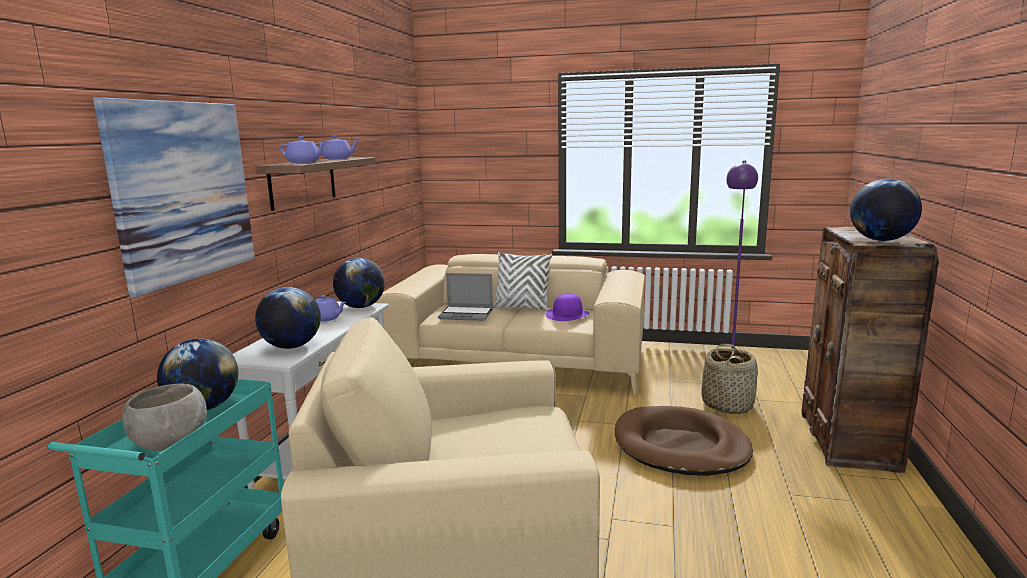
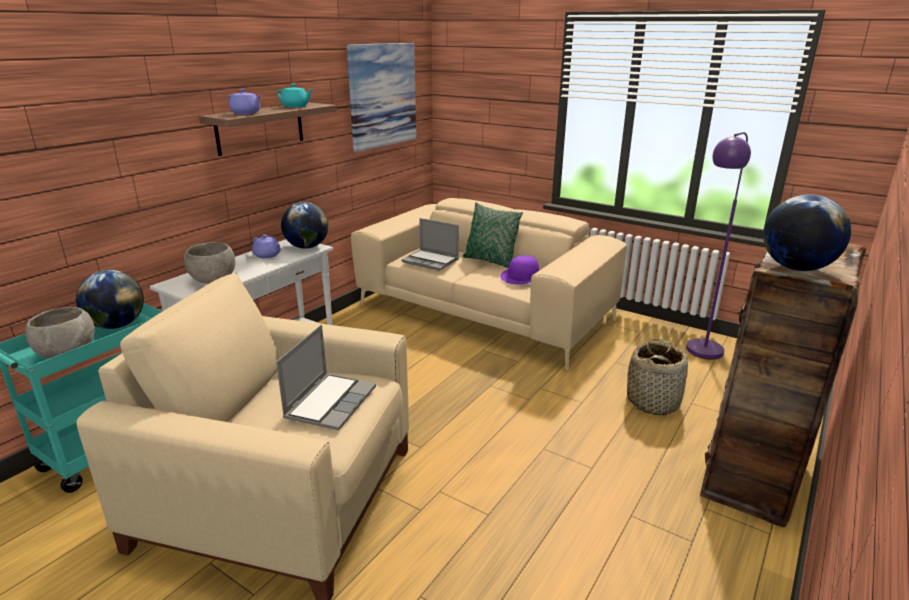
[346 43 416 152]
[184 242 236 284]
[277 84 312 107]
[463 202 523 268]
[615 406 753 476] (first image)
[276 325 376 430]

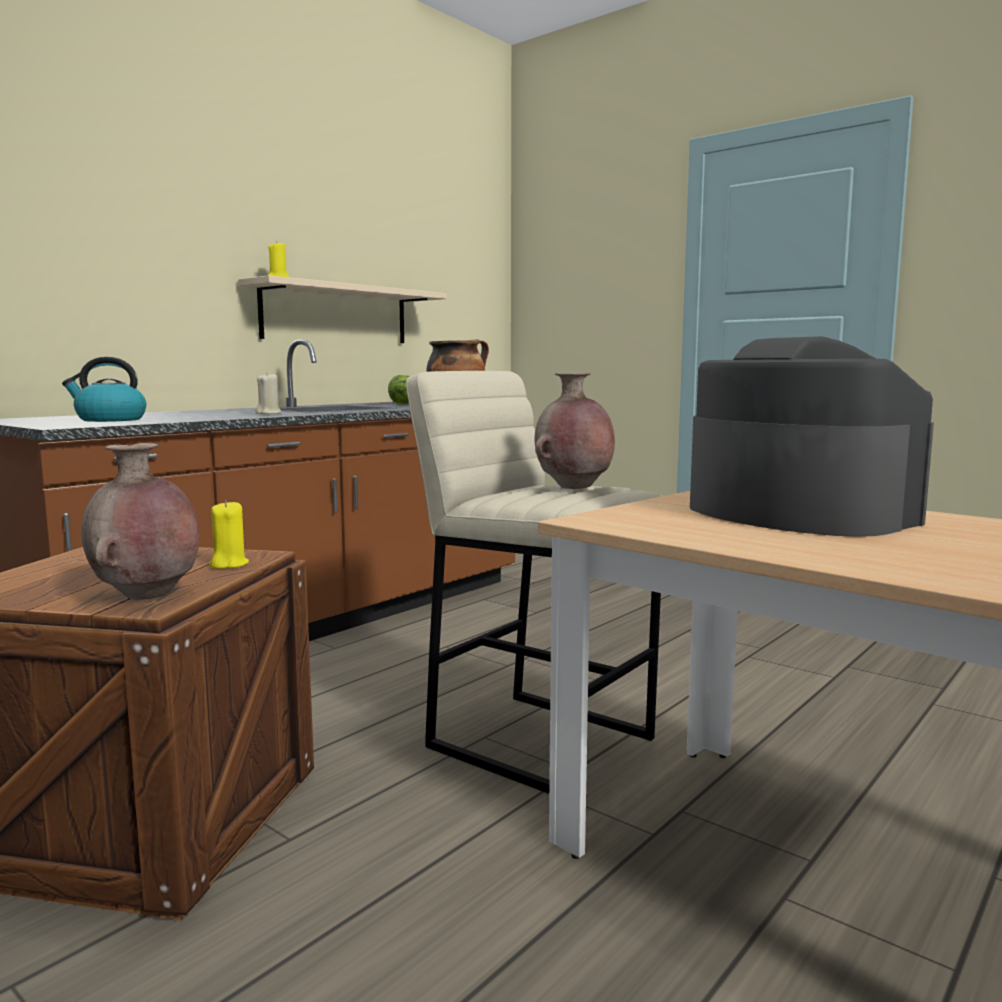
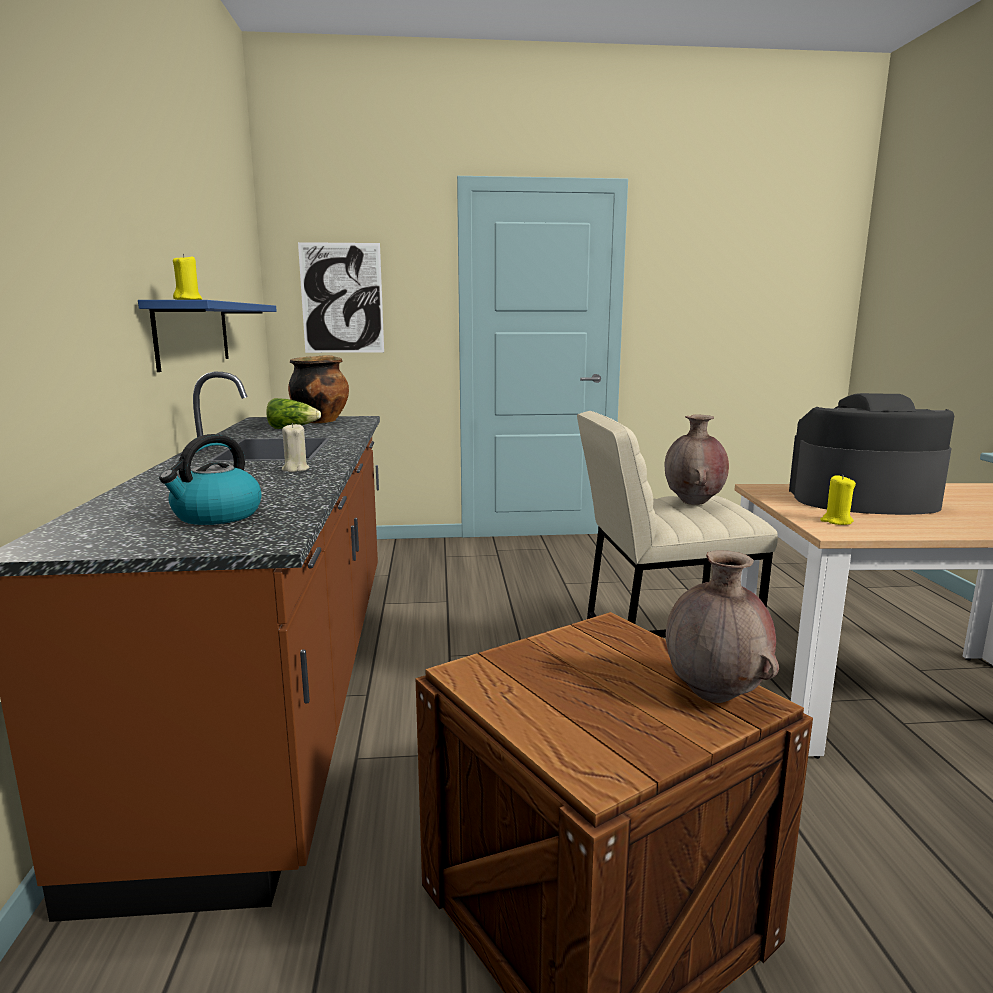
[820 475 856 525]
[138 300 277 372]
[298 242 384 353]

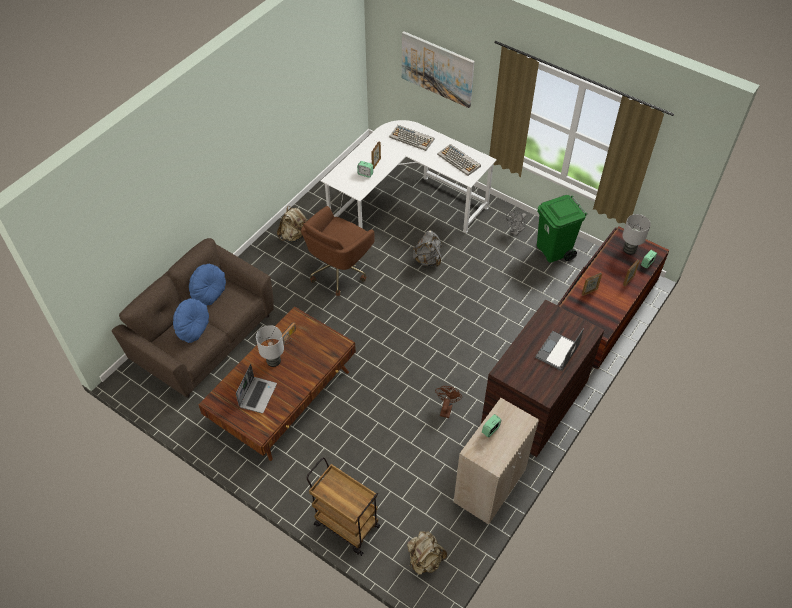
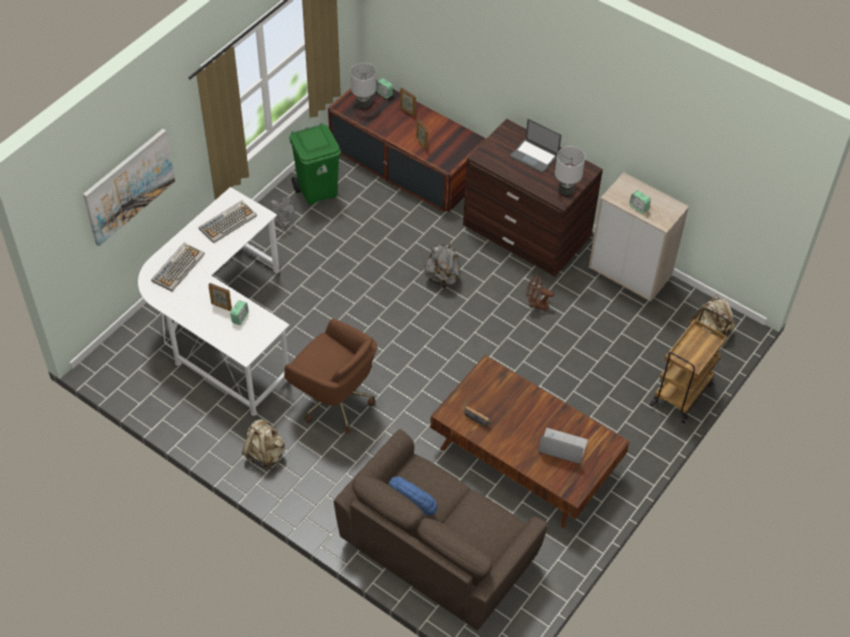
[173 298 209 343] (first image)
[555 146 585 196]
[425 242 461 288]

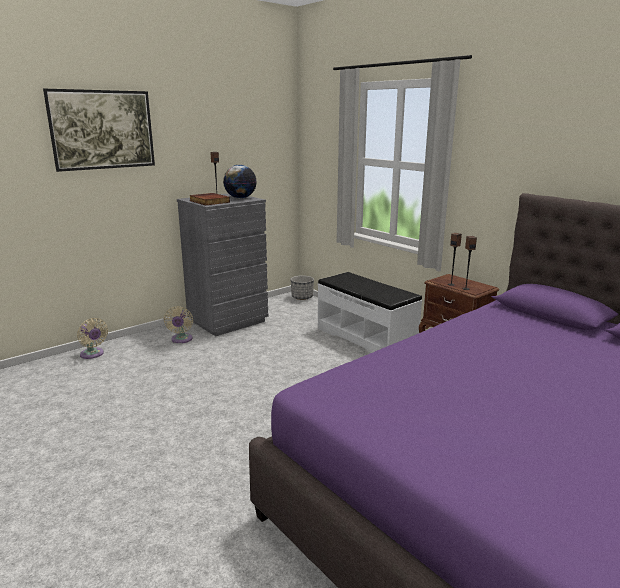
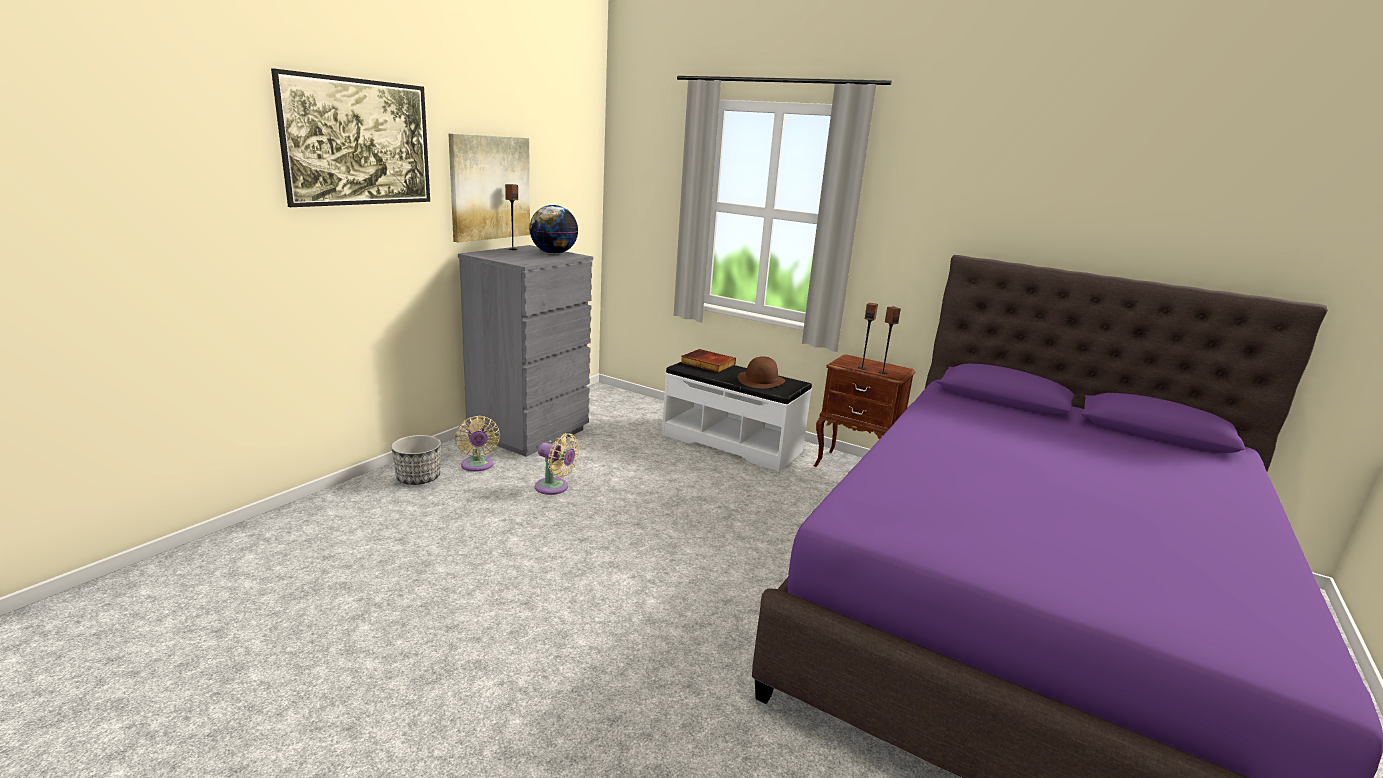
[535 433 580 495]
[681 349 736 373]
[391 435 441 485]
[449 134 530 242]
[738 356 785 388]

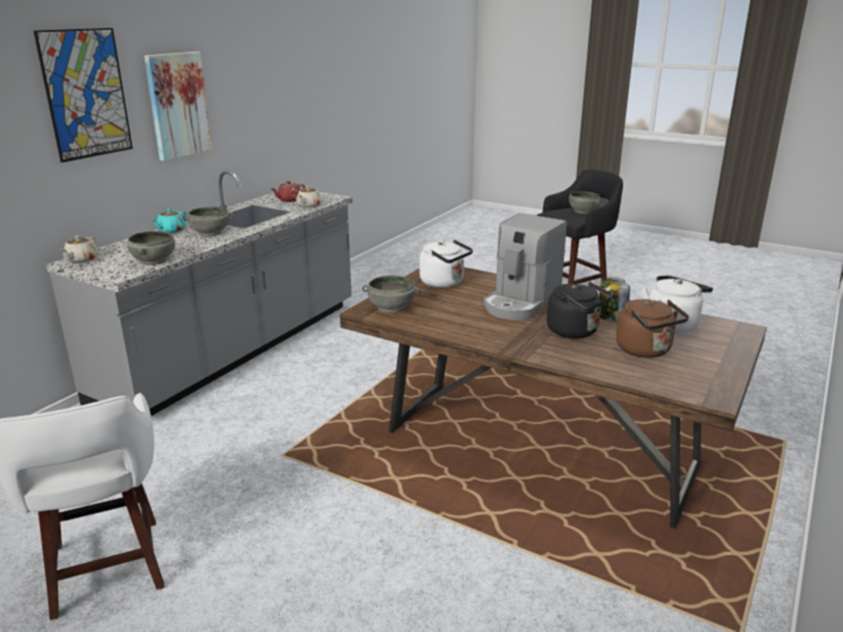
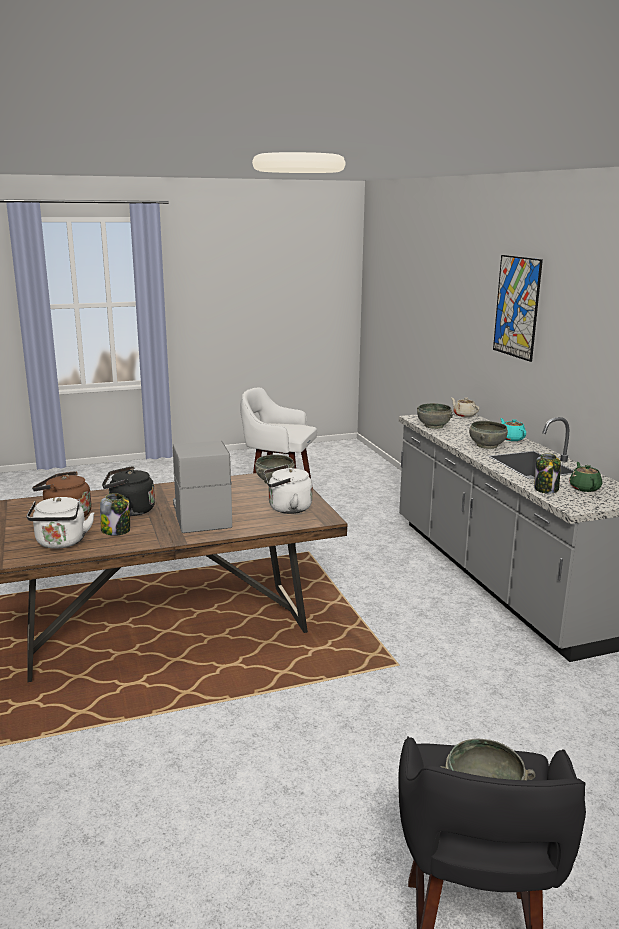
[144 52 212 161] (first image)
[569 462 602 492]
[534 453 561 494]

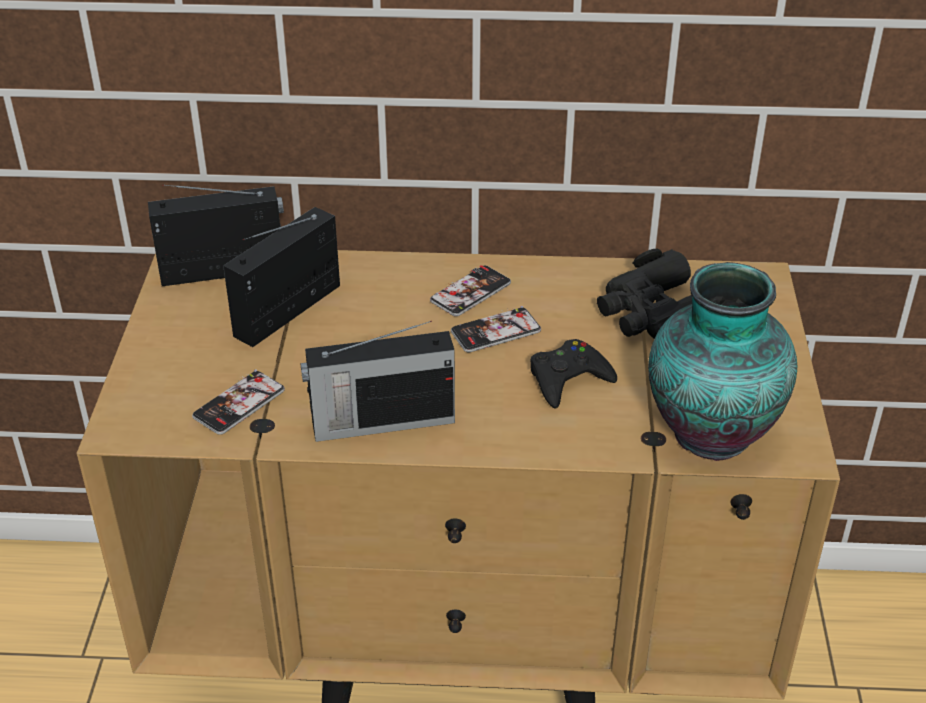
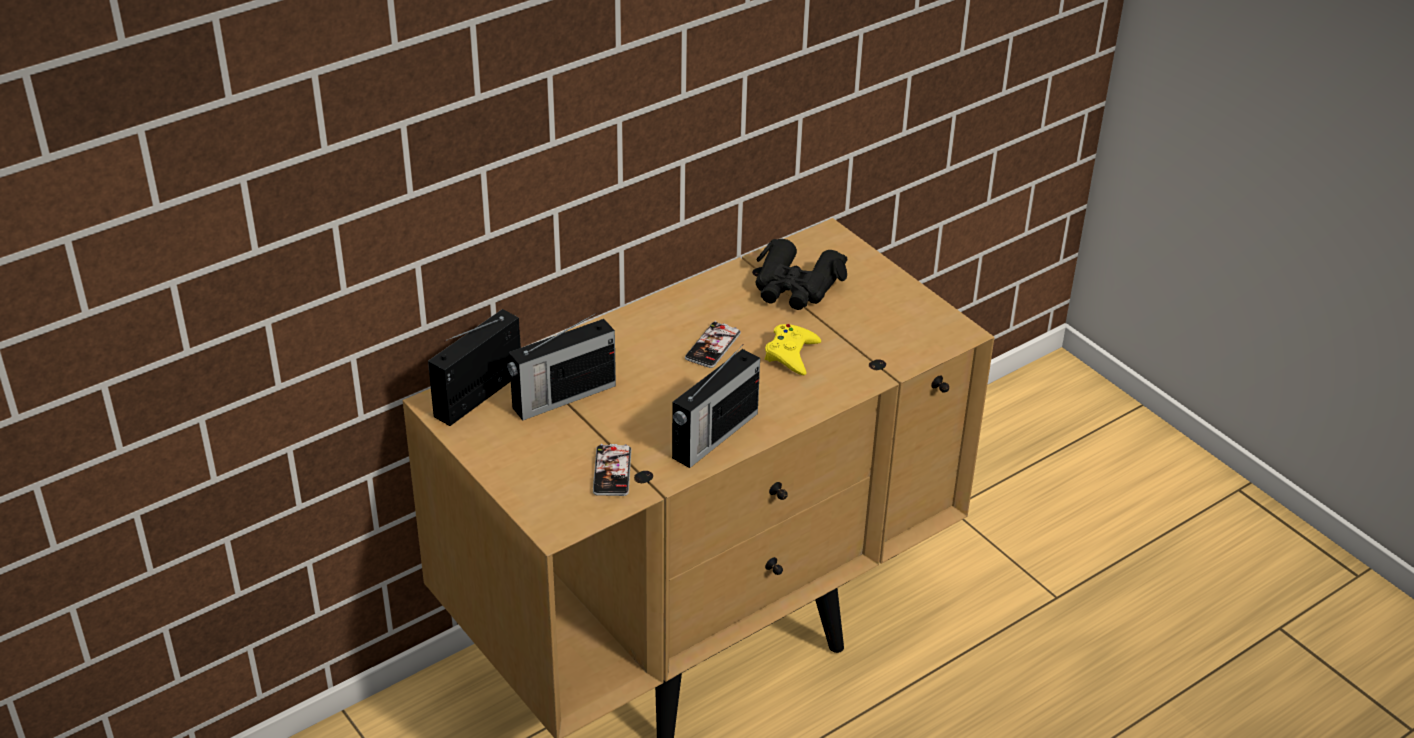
[507 313 616 421]
[430 265 511 316] (first image)
[765 324 821 375]
[648 262 797 461] (first image)

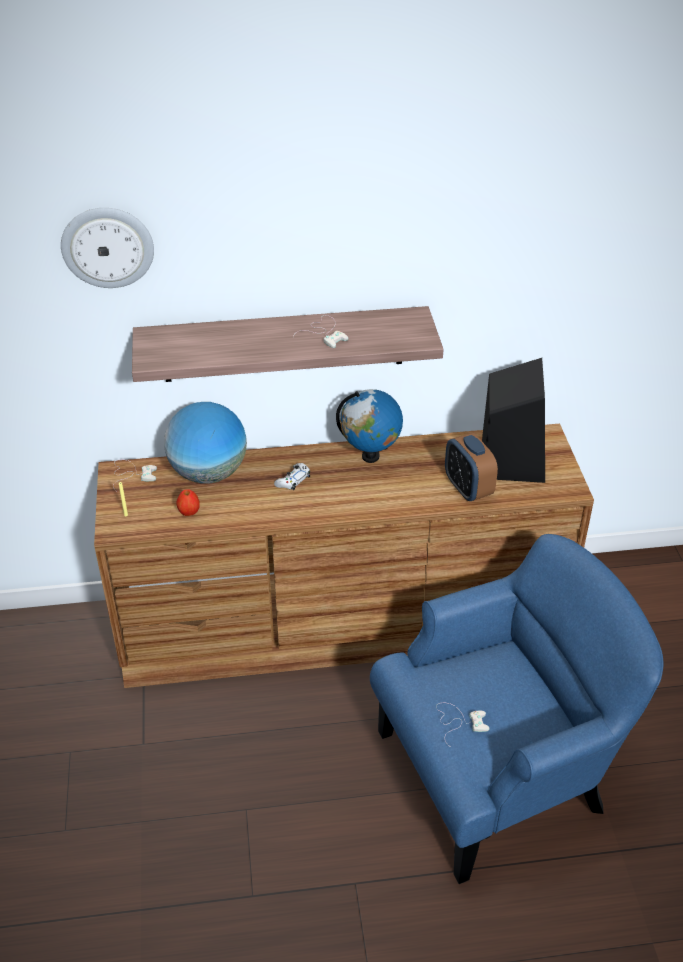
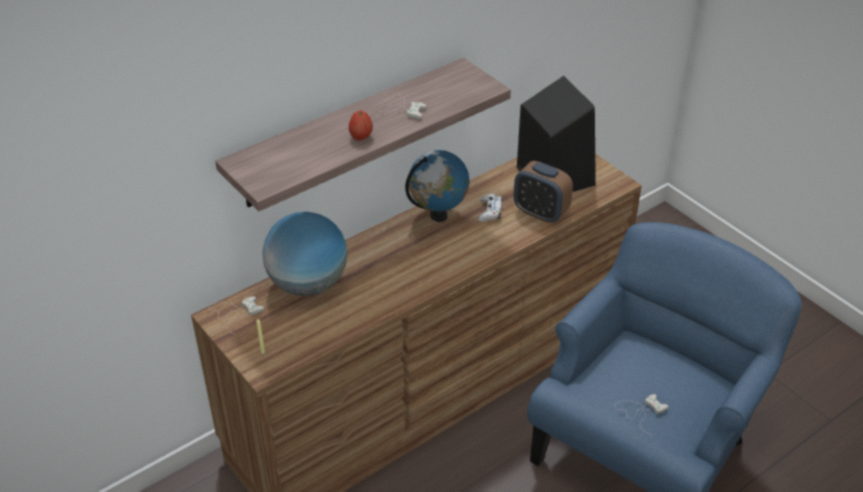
[61 208 154 288] (first image)
[349 110 373 141]
[478 194 502 222]

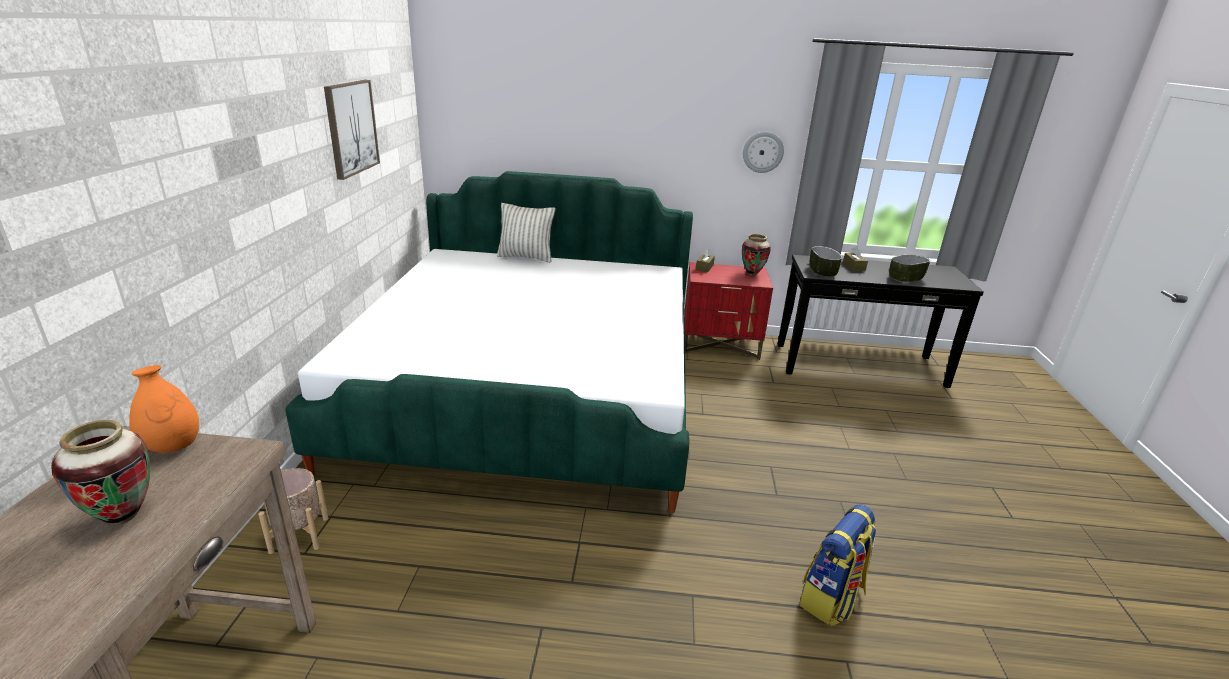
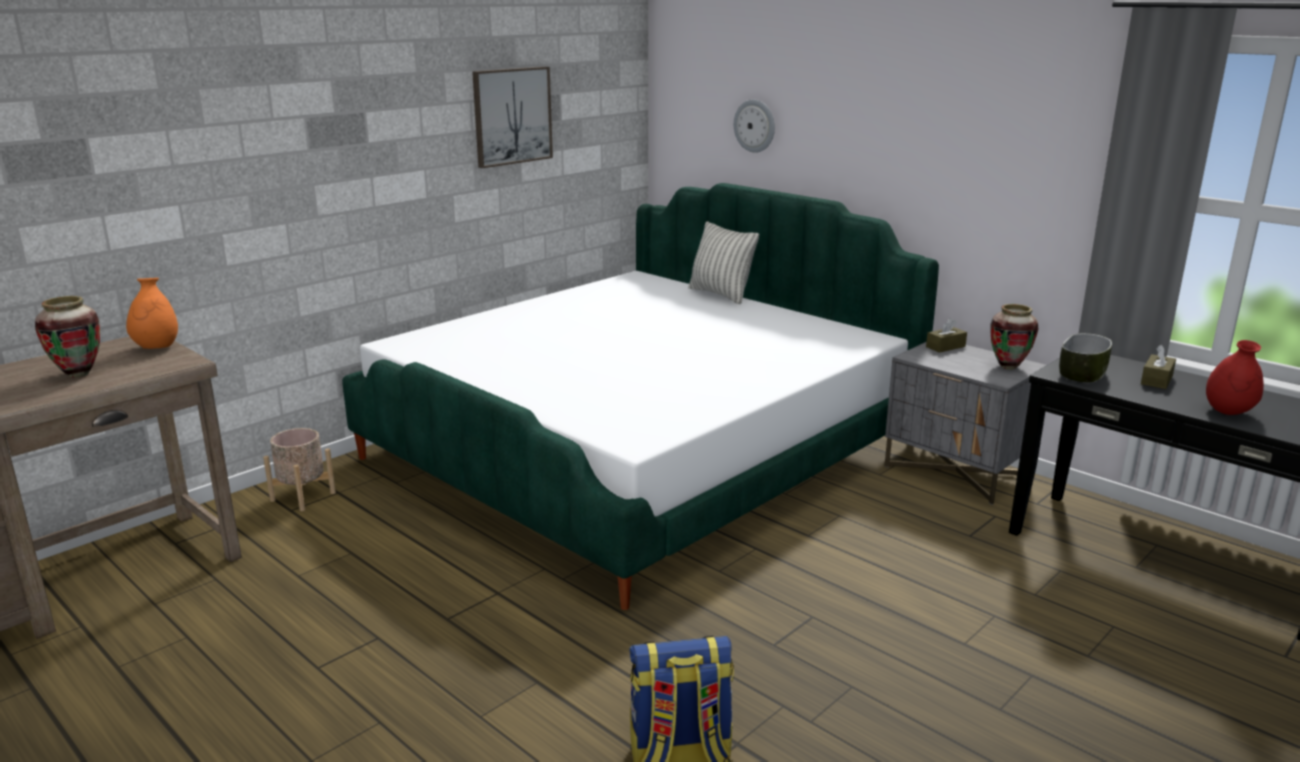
[885 342 1046 505]
[734 99 775 153]
[1206 340 1264 415]

